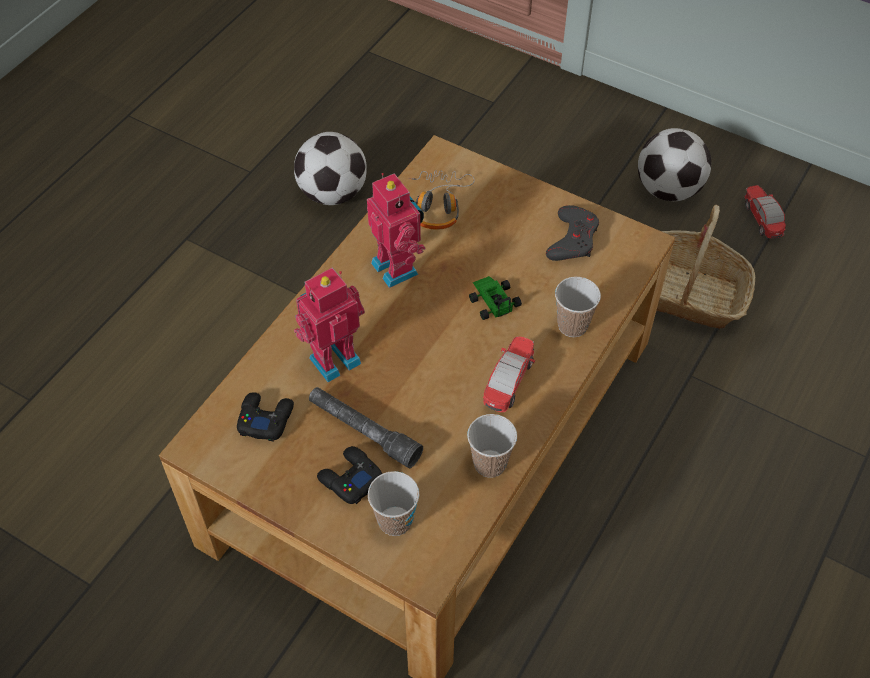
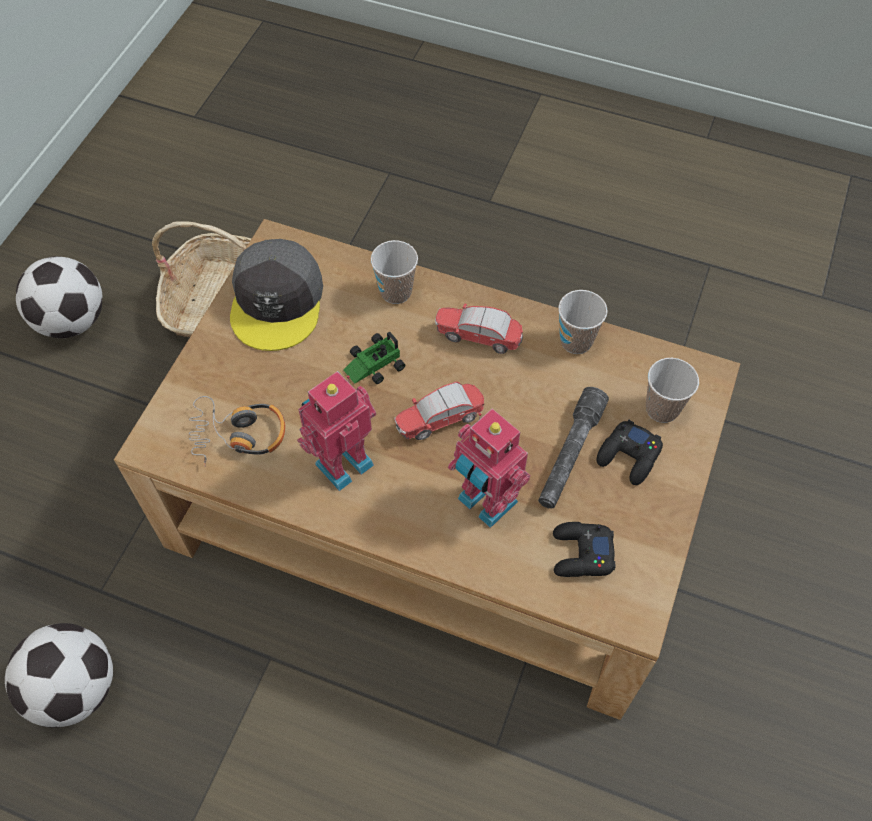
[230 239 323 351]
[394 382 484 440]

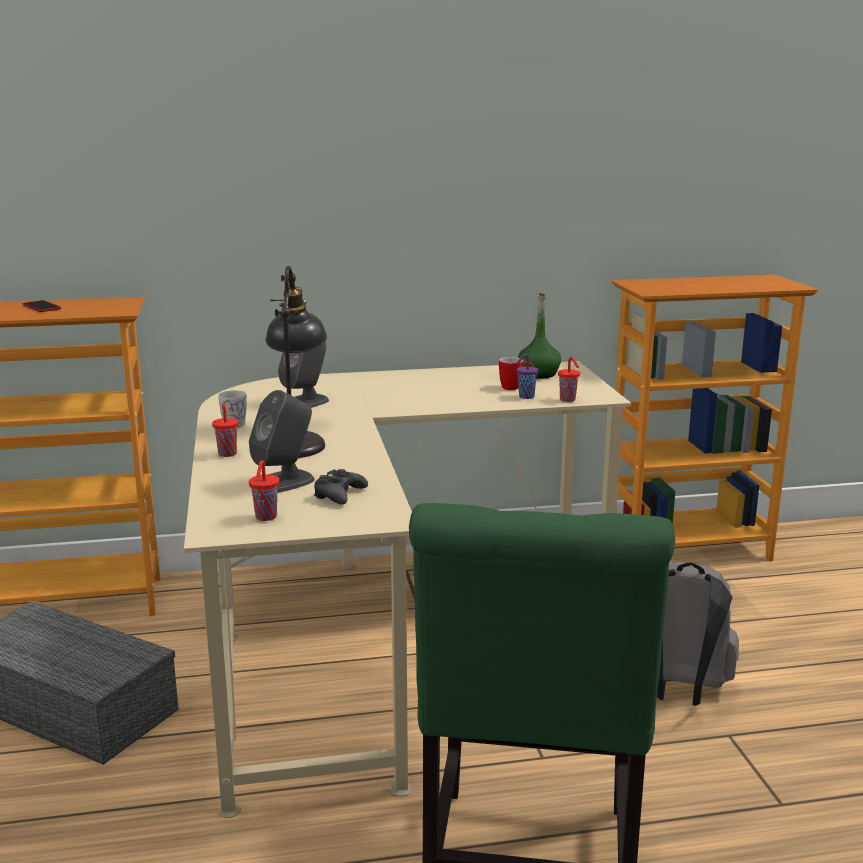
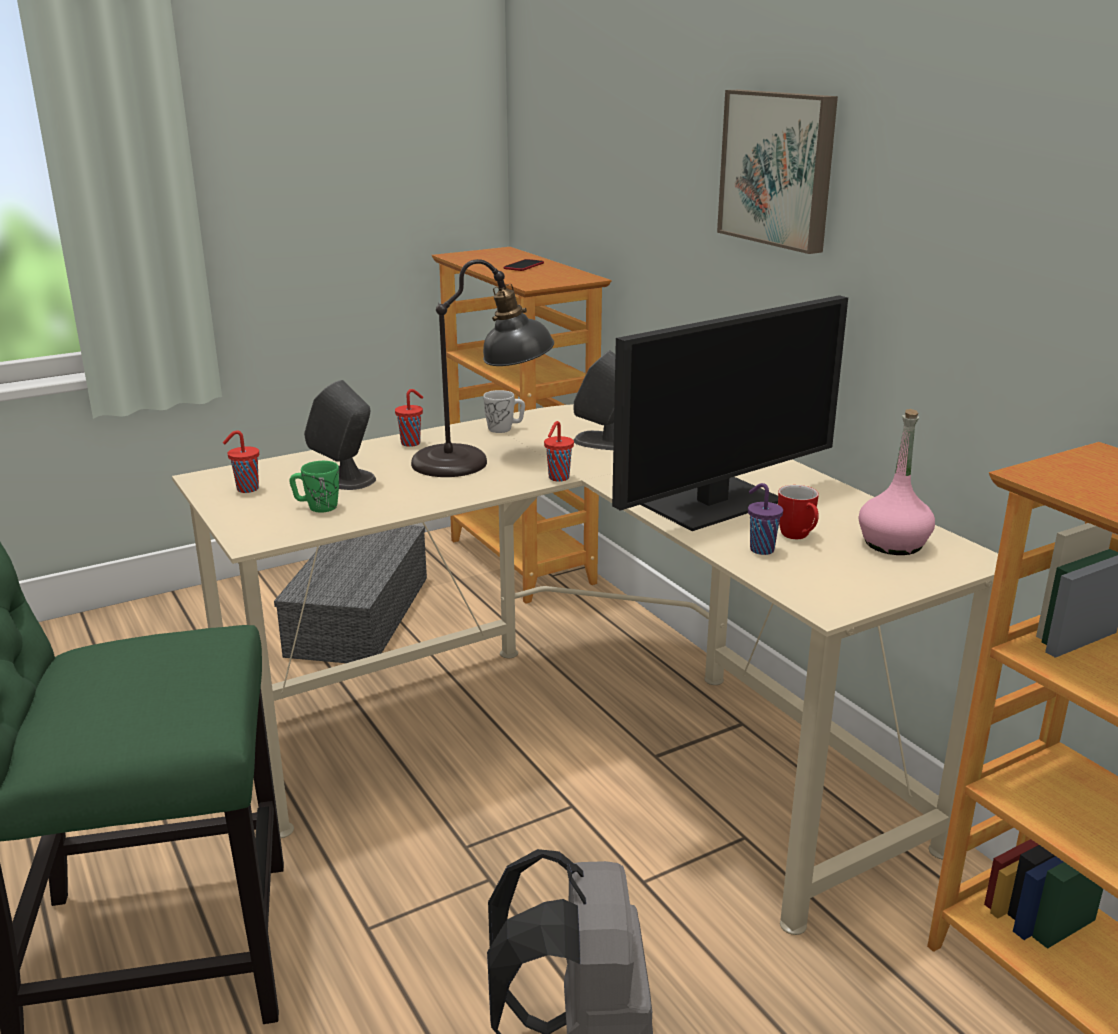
[290 461 339 513]
[859 409 935 555]
[544 421 574 482]
[612 295 848 531]
[717 90 838 254]

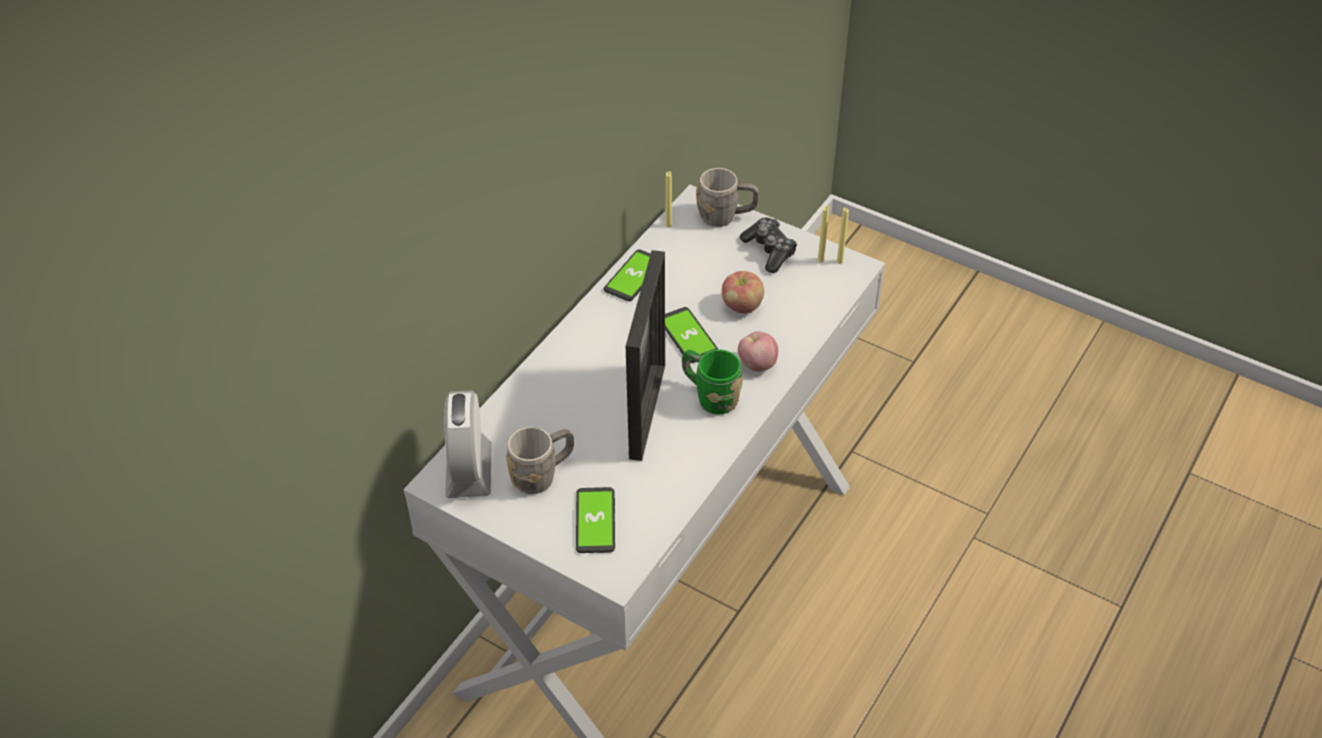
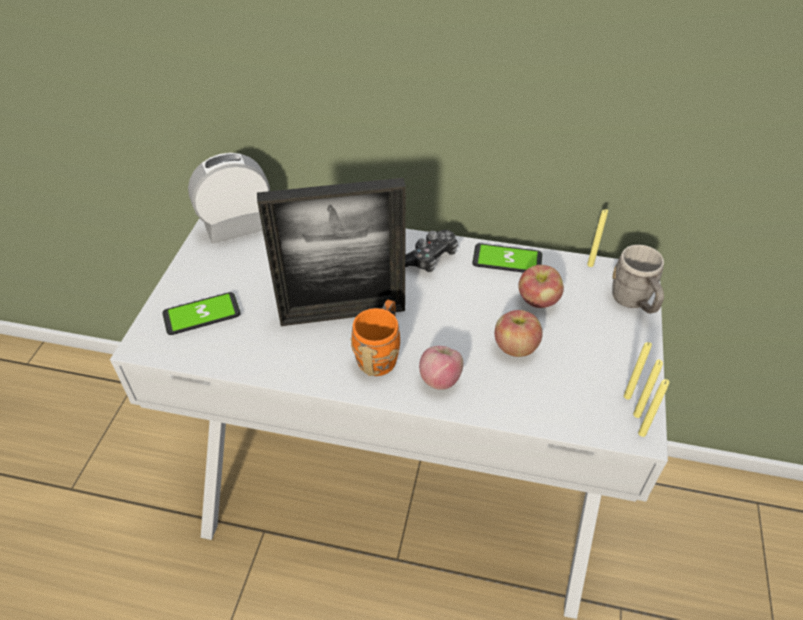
[506 427 574 494] (first image)
[665 307 718 363] (first image)
[350 300 400 376]
[405 230 458 272]
[518 265 564 308]
[638 379 669 437]

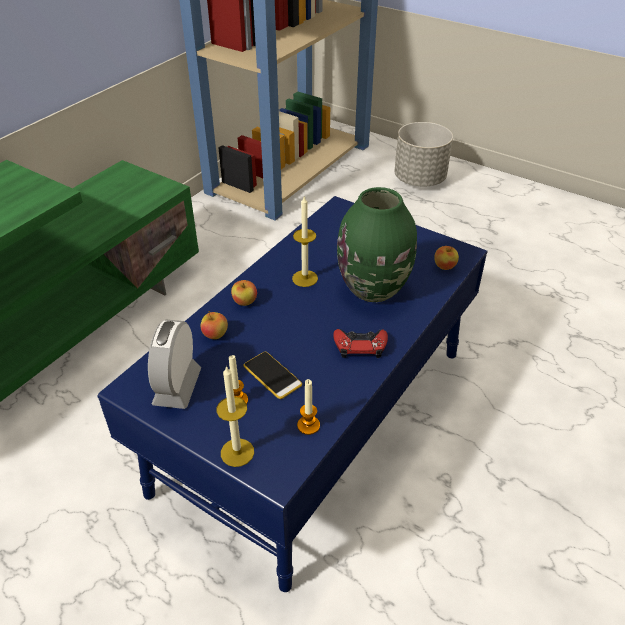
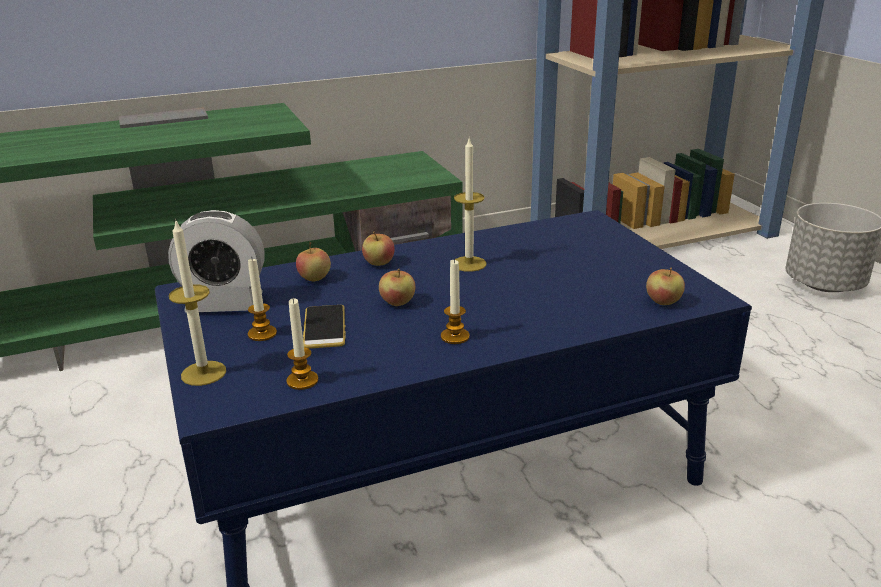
[168 210 264 313]
[441 259 470 344]
[337 187 417 302] (first image)
[379 268 415 306]

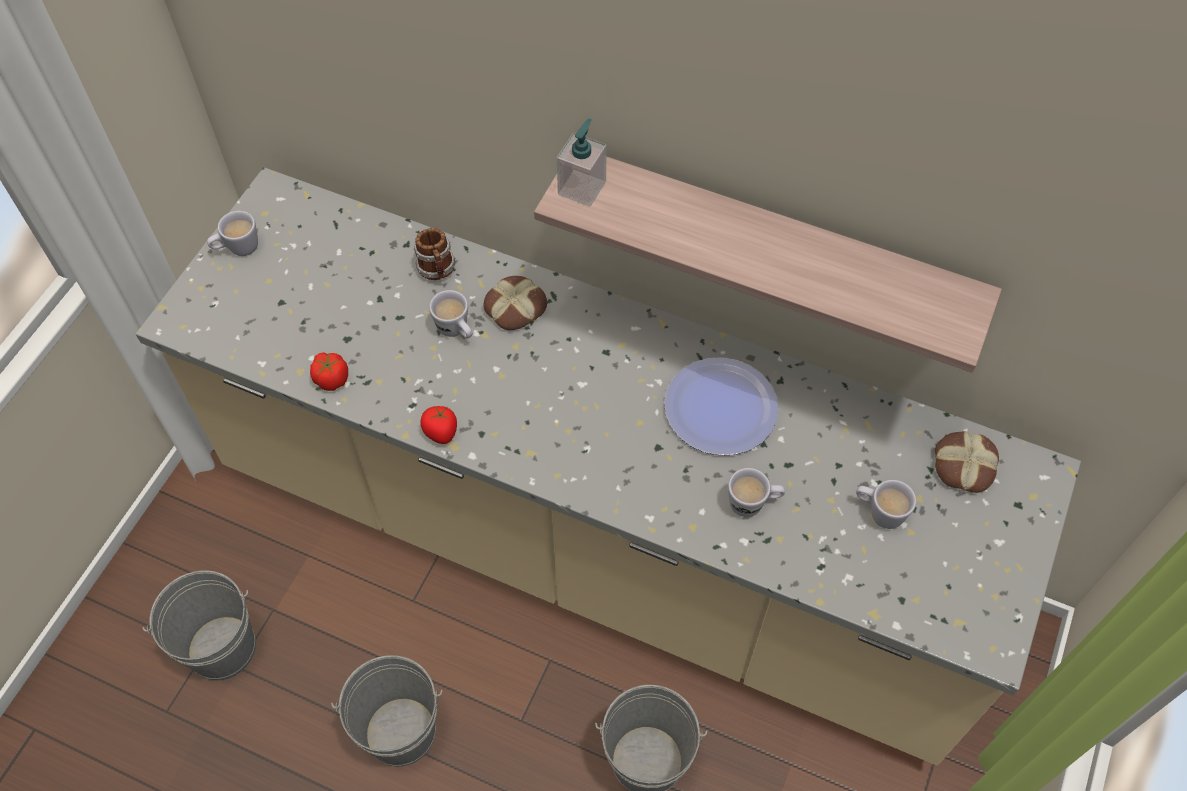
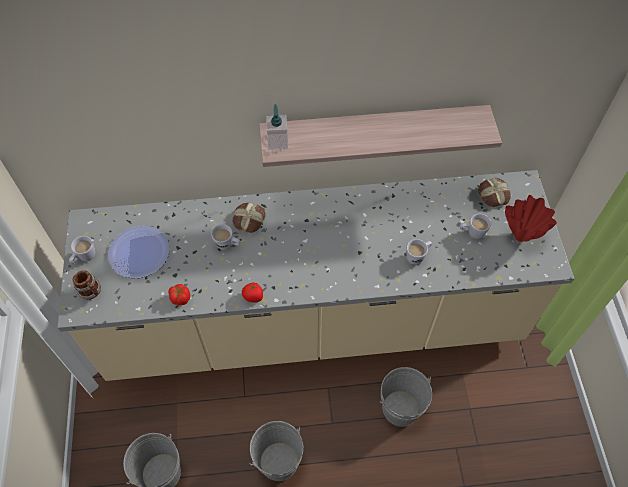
[73 270 101 300]
[108 226 170 279]
[505 195 557 242]

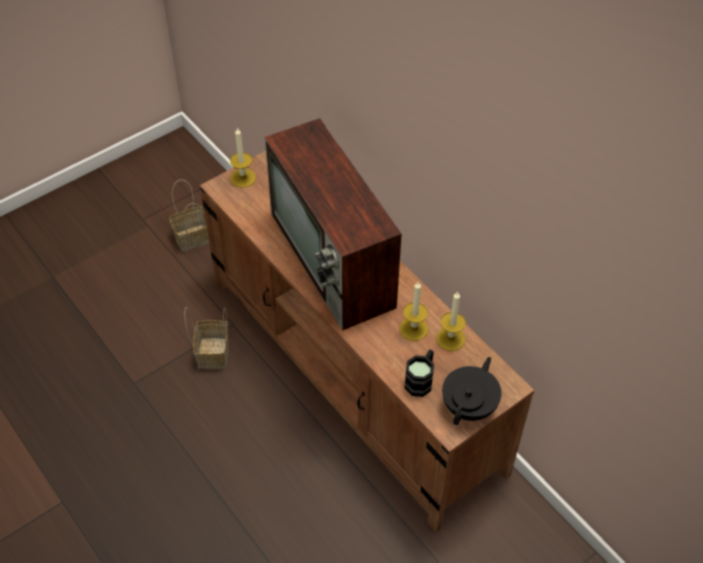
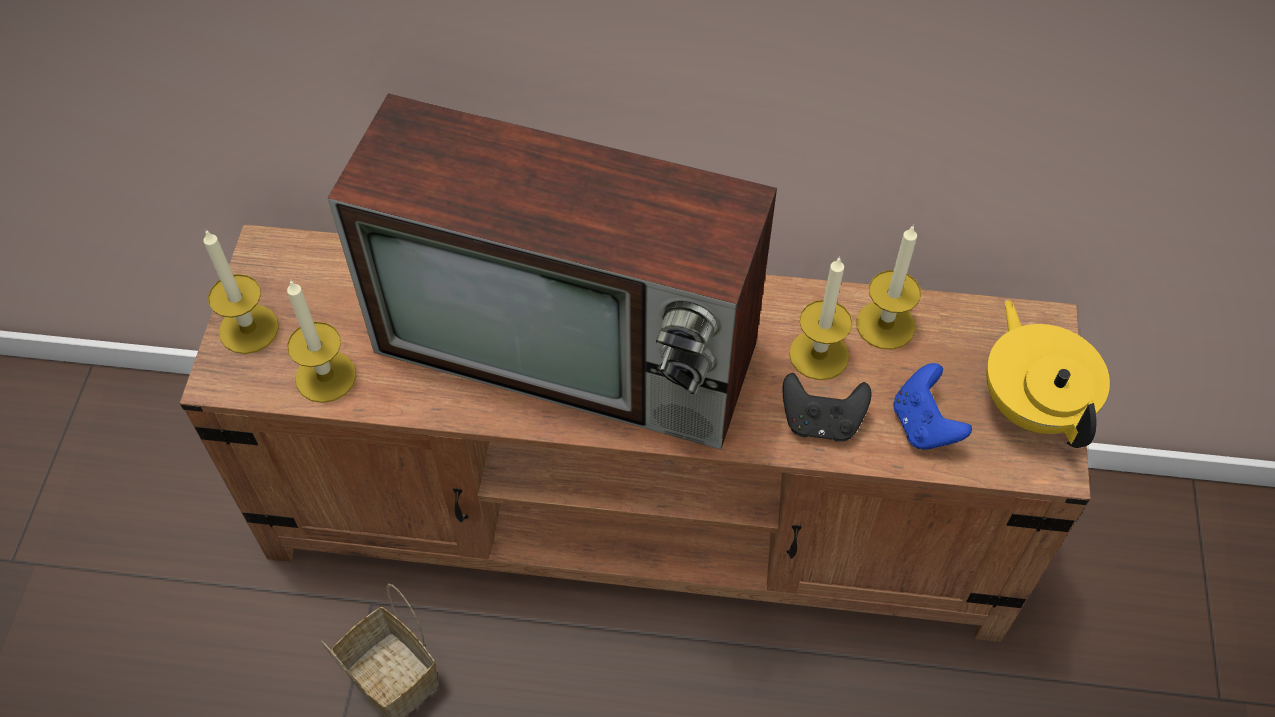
[169 180 209 252] (first image)
[893 363 972 450]
[986 300 1110 448]
[287 279 356 403]
[782 373 872 442]

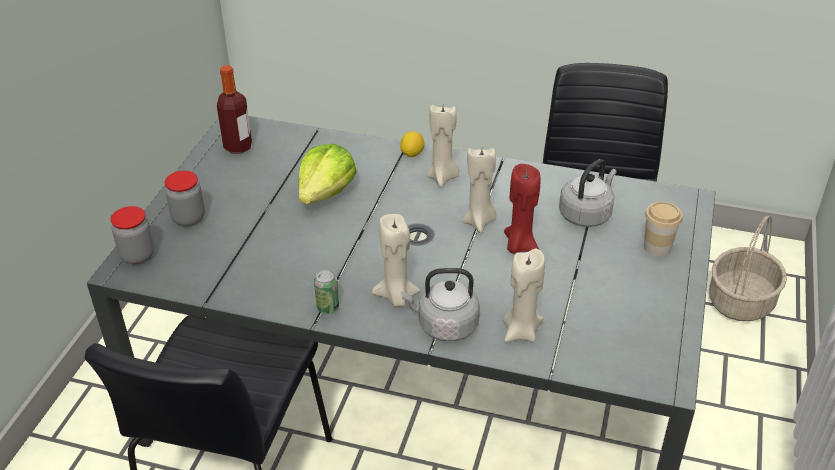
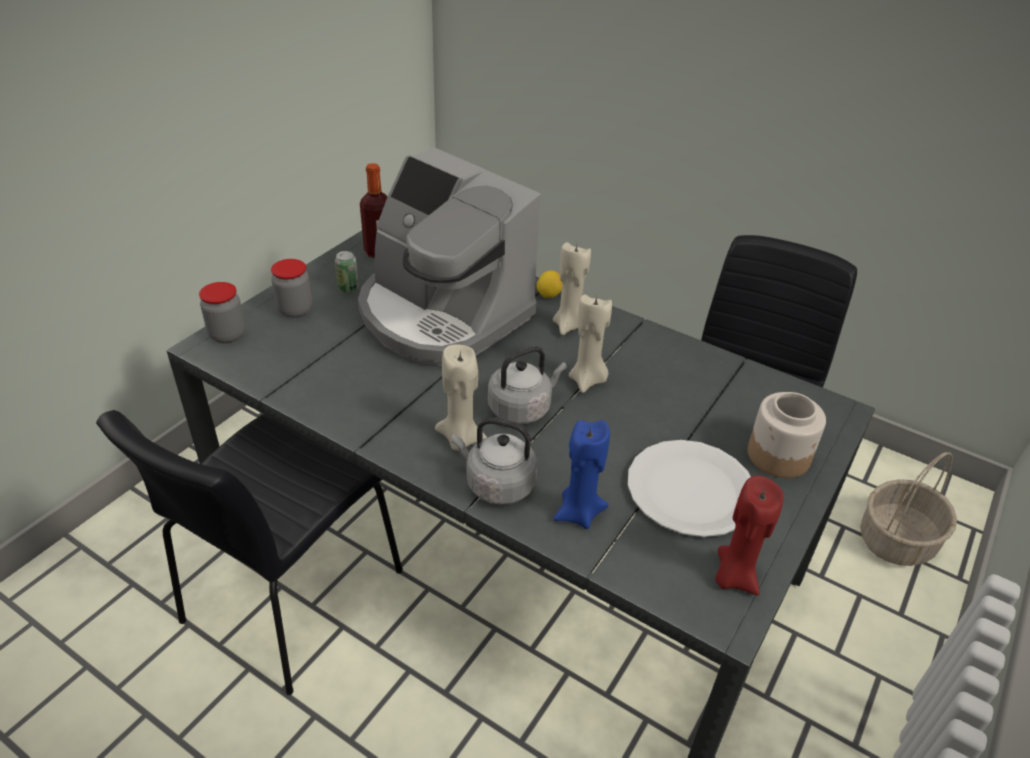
[358 148 541 365]
[335 251 359 293]
[553 420 610 529]
[715 476 784 595]
[488 346 567 424]
[748 392 826 478]
[628 440 751 537]

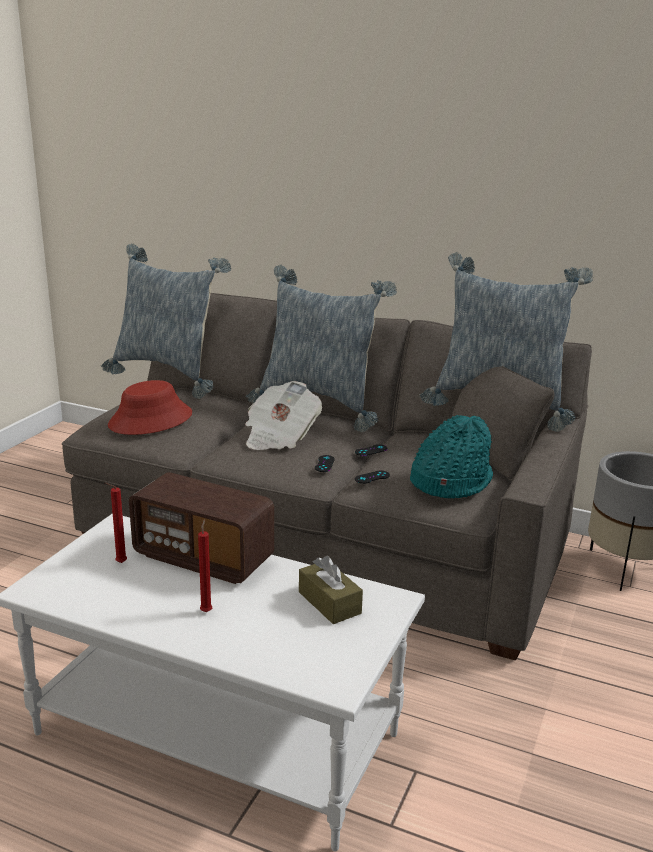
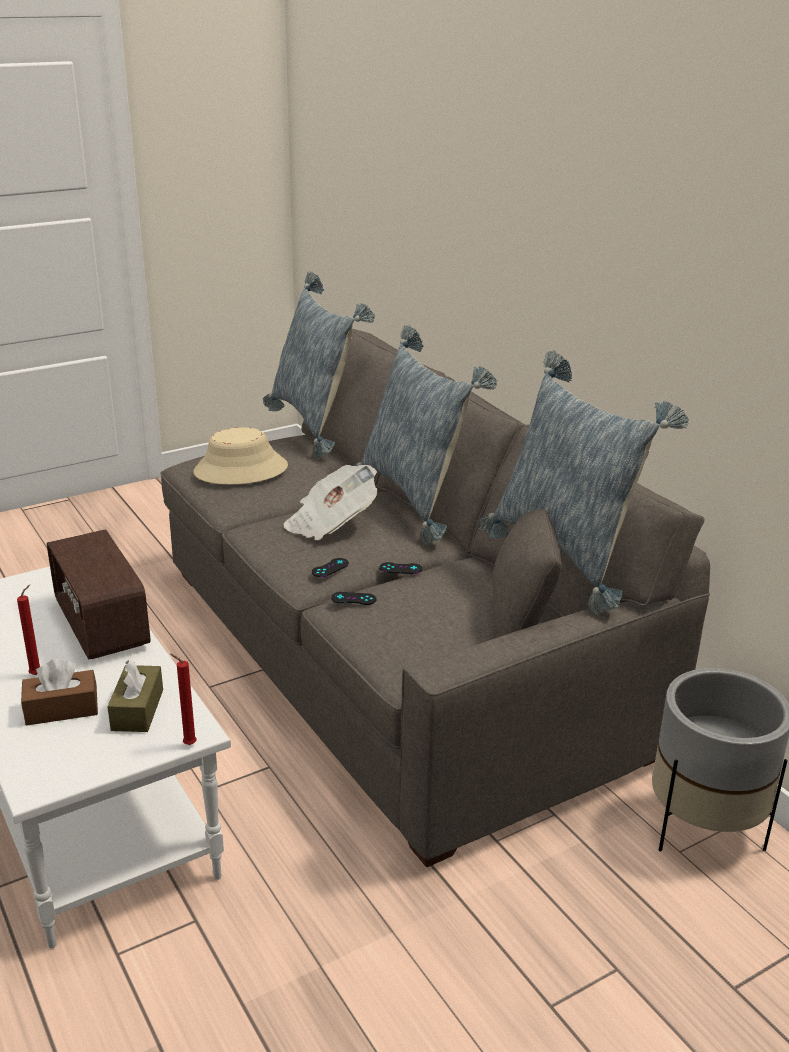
[170 653 197 745]
[193 427 288 485]
[410 415 493 498] (first image)
[21 659 98 726]

